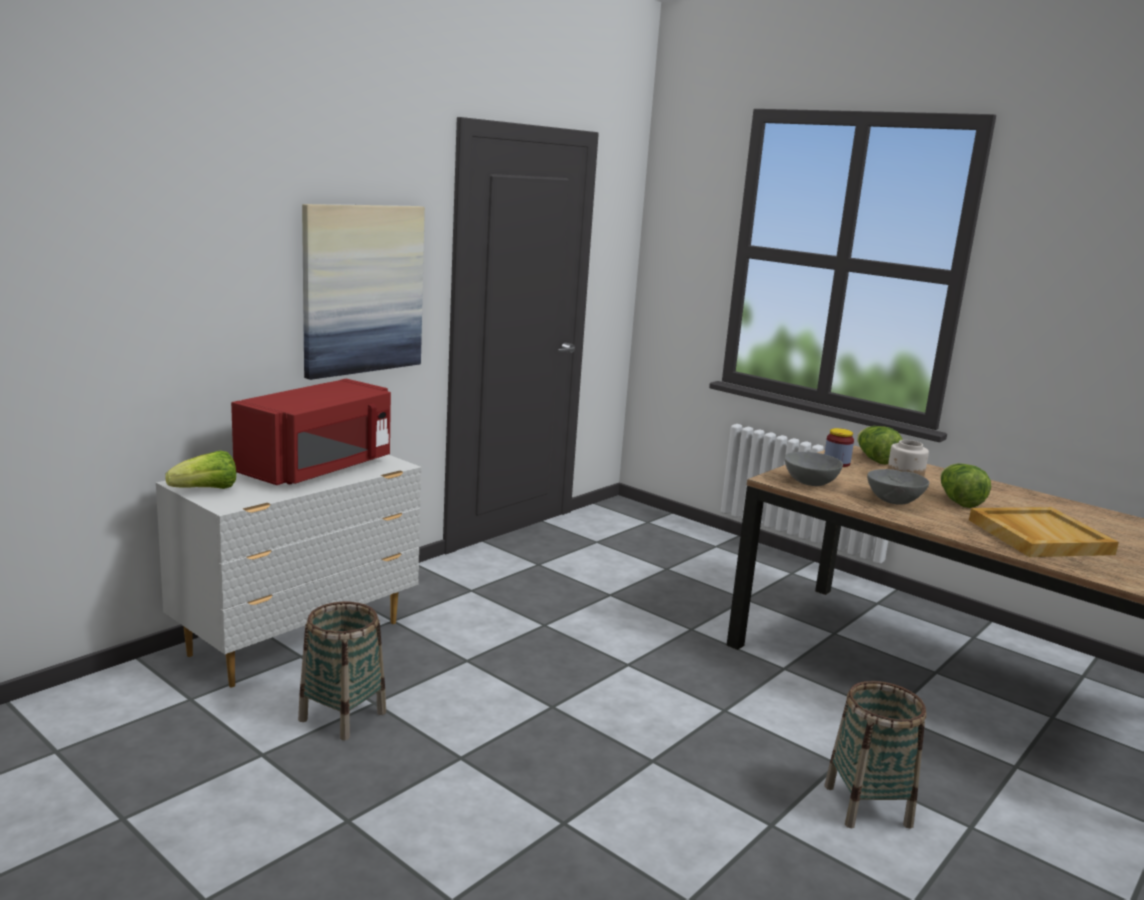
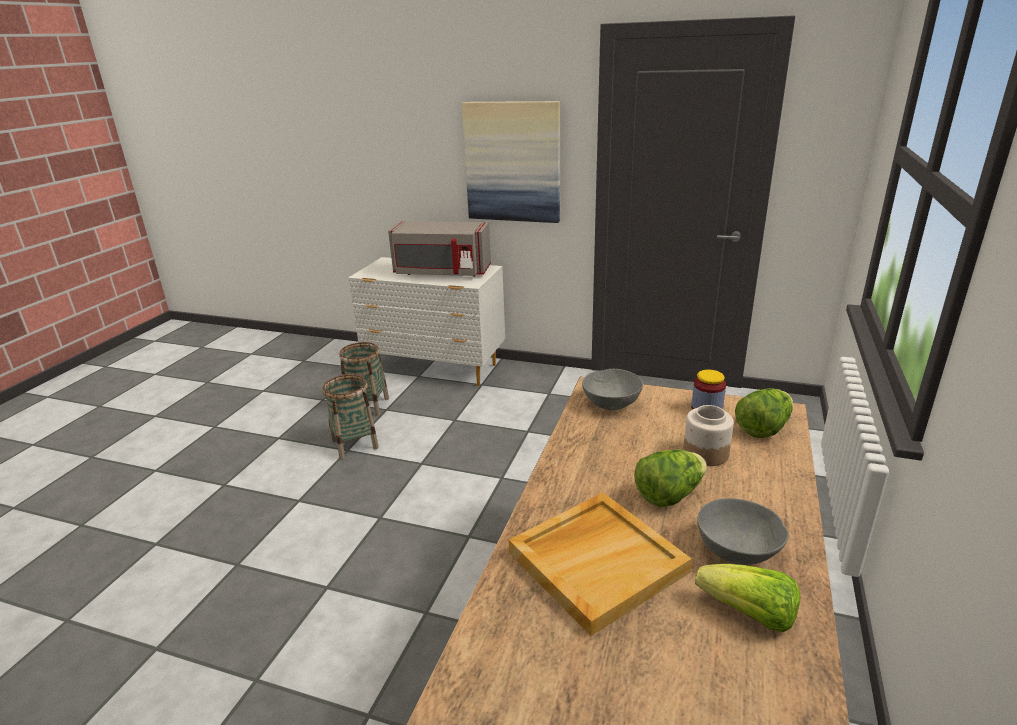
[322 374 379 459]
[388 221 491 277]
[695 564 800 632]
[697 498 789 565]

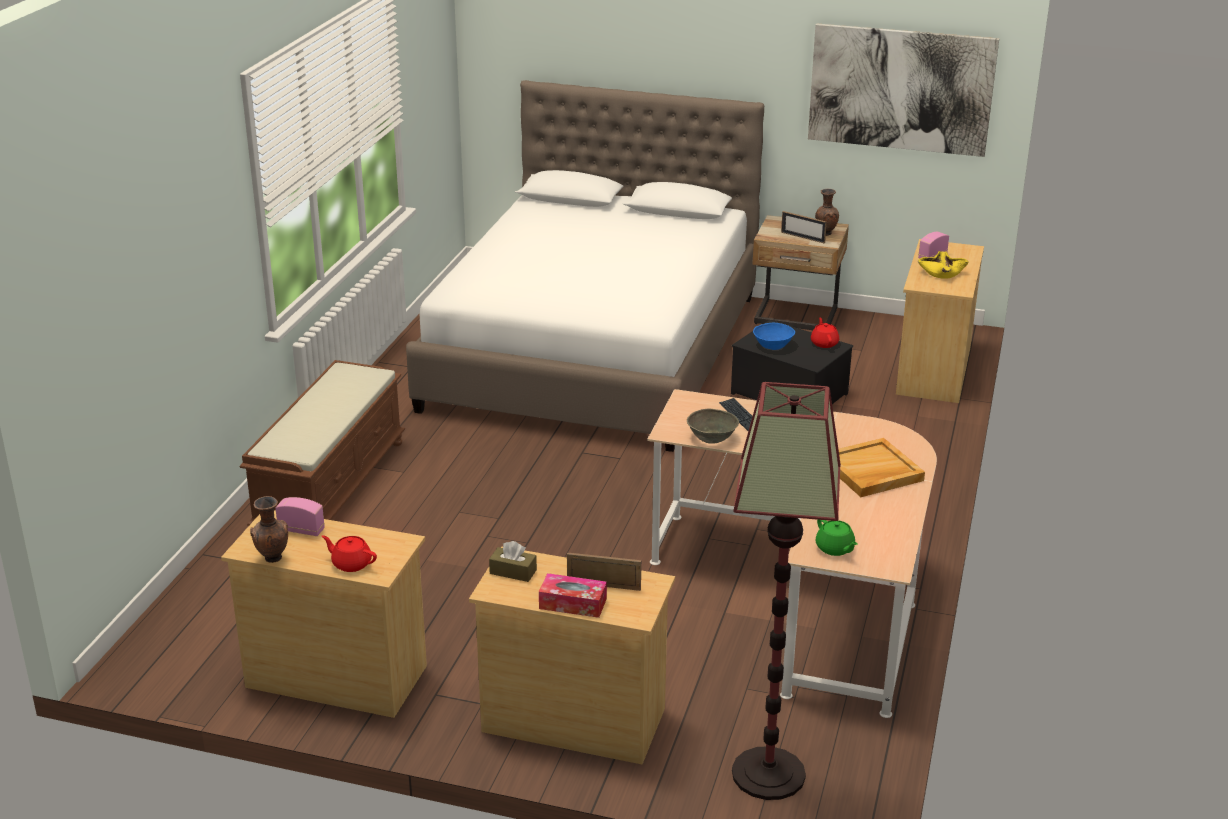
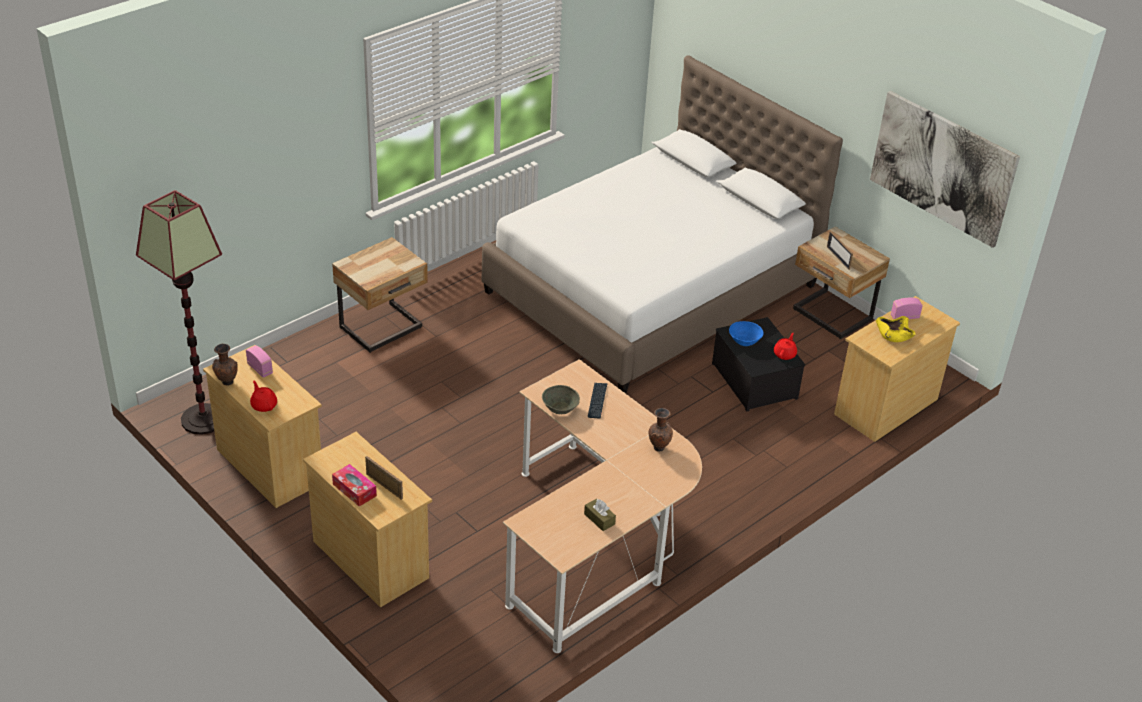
[136 190 222 435]
[332 237 428 353]
[584 499 616 531]
[649 408 673 452]
[816 520 858 556] (first image)
[838 438 925 497] (first image)

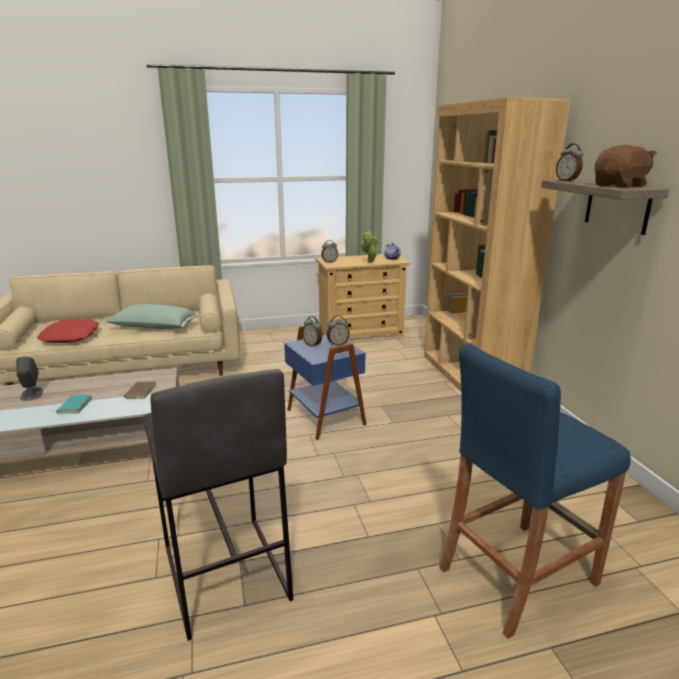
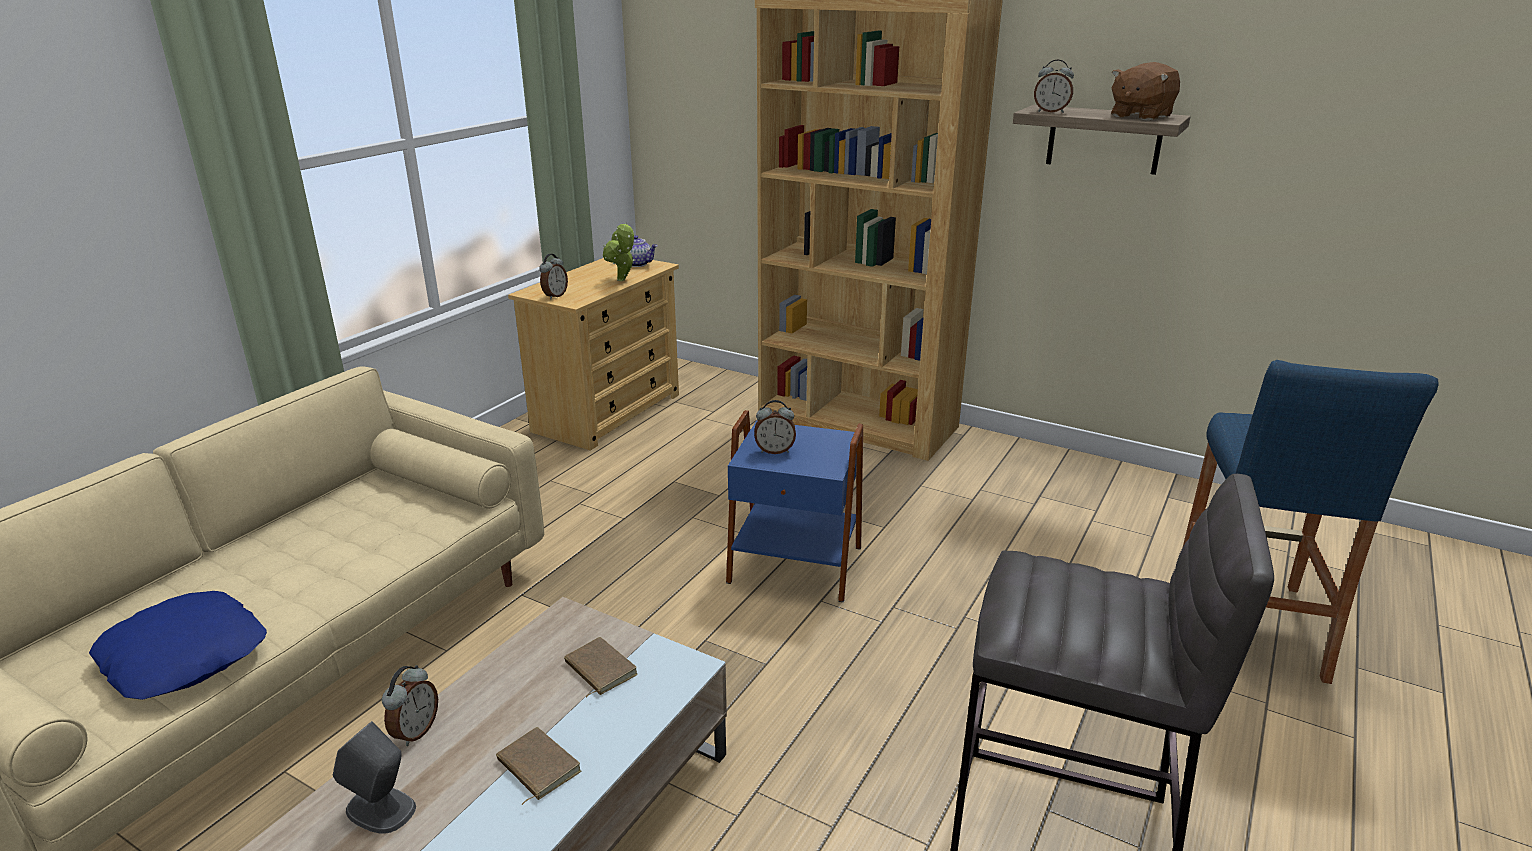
[89 591 267 700]
[382 665 438 746]
[496 727 581 805]
[1111 62 1180 121]
[106 304 198 329] (first image)

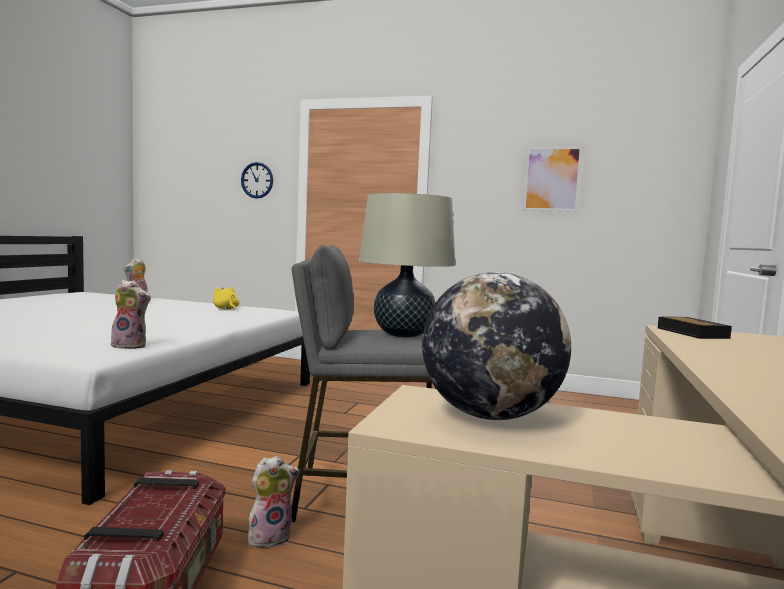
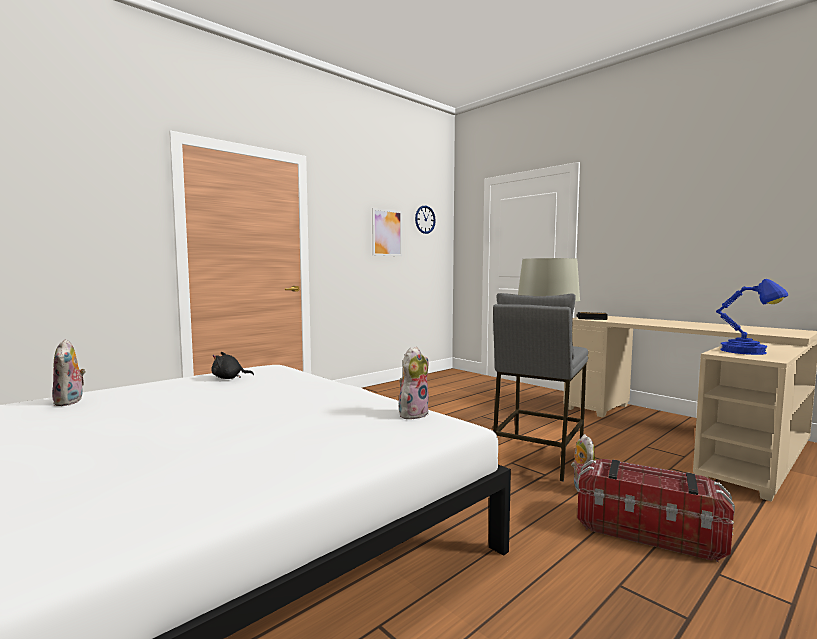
[211 352 254 379]
[415 206 436 234]
[716 279 788 355]

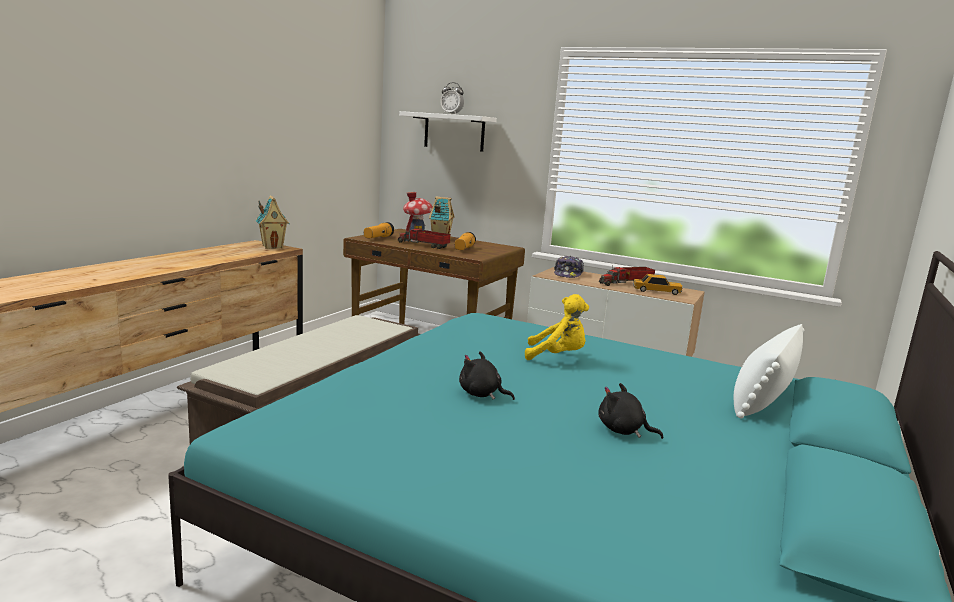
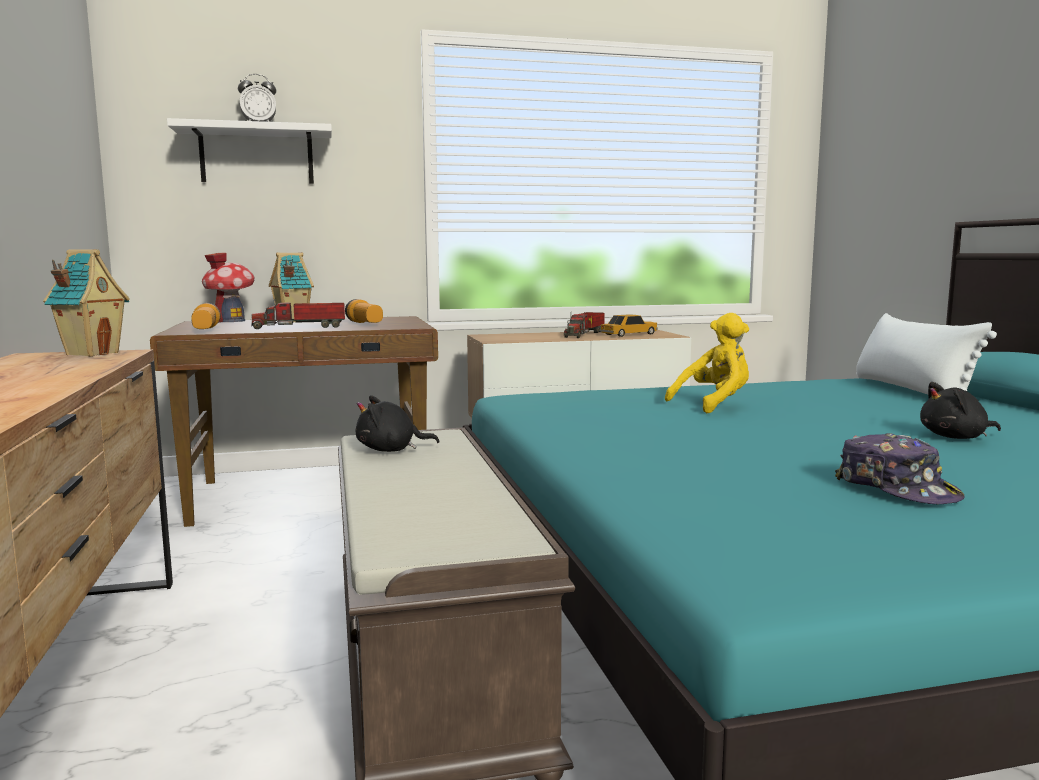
[356 396 439 452]
[835 433 965 504]

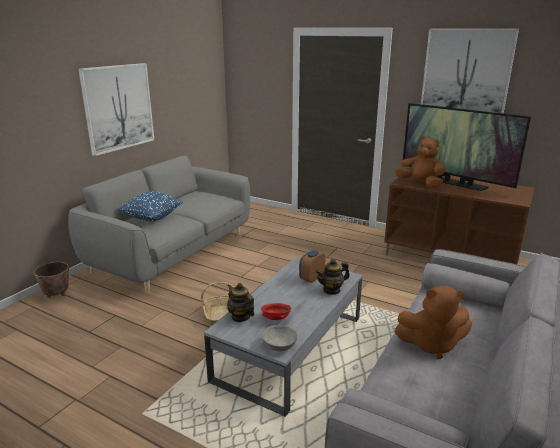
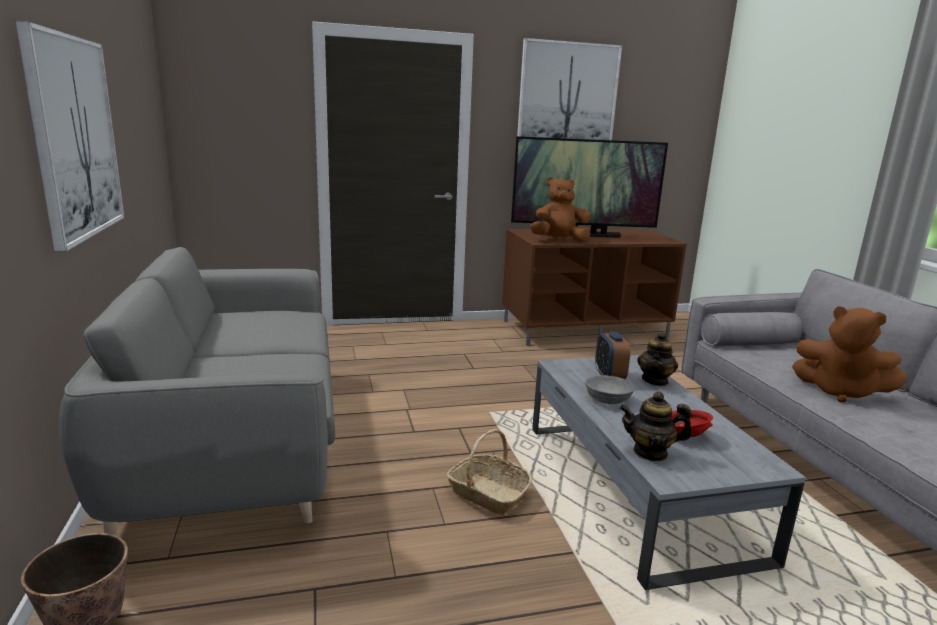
[585 375 634 404]
[792 306 907 403]
[117 191 183 221] (first image)

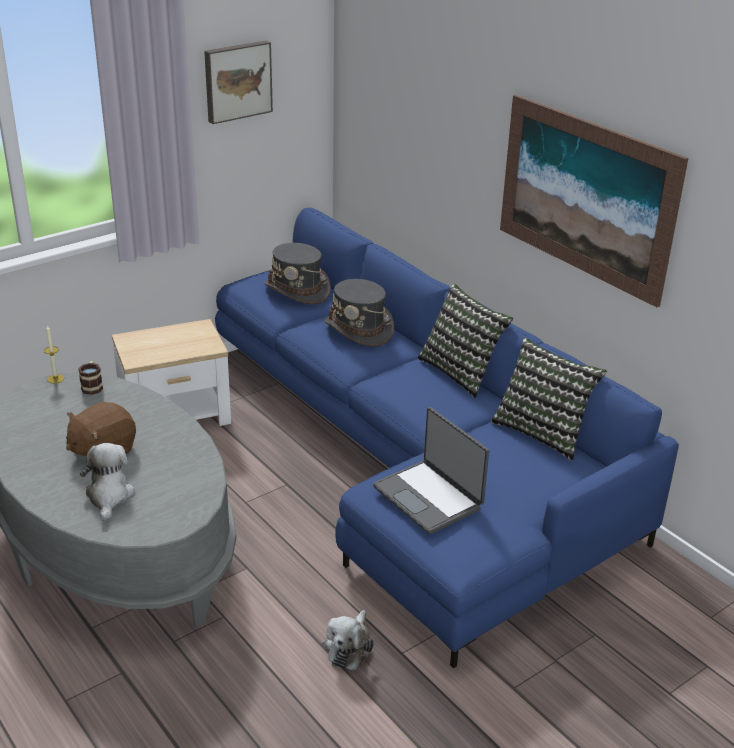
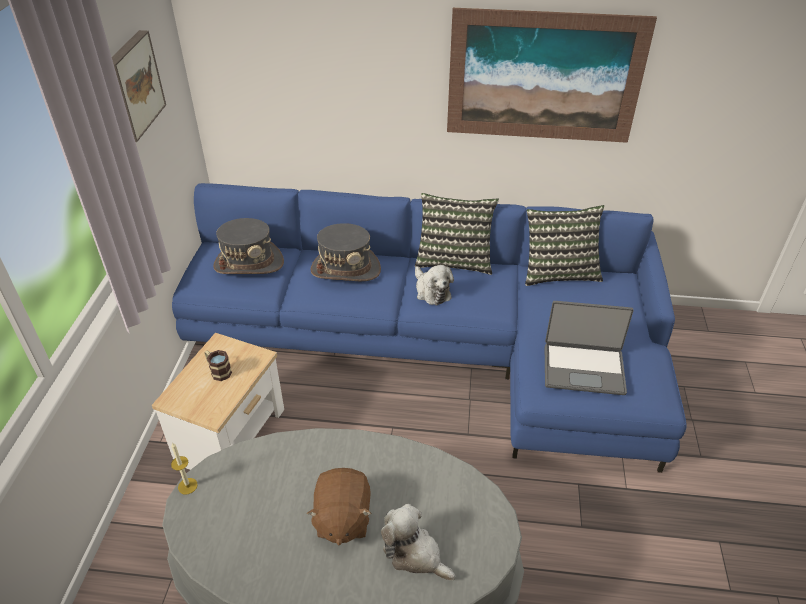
[205 350 232 381]
[415 265 454 305]

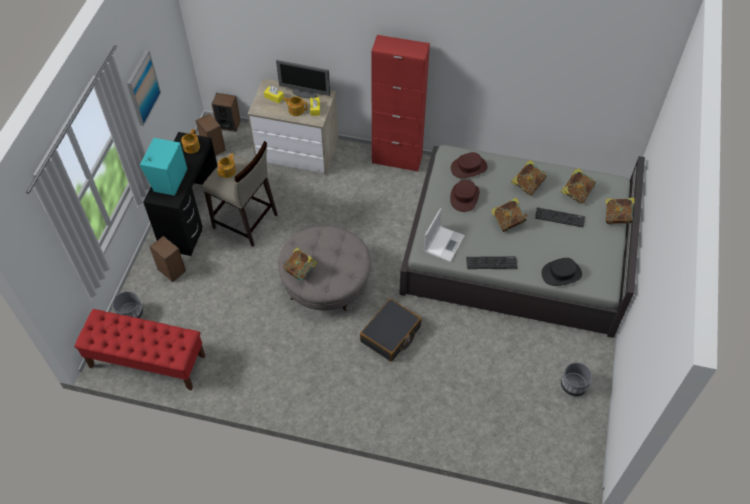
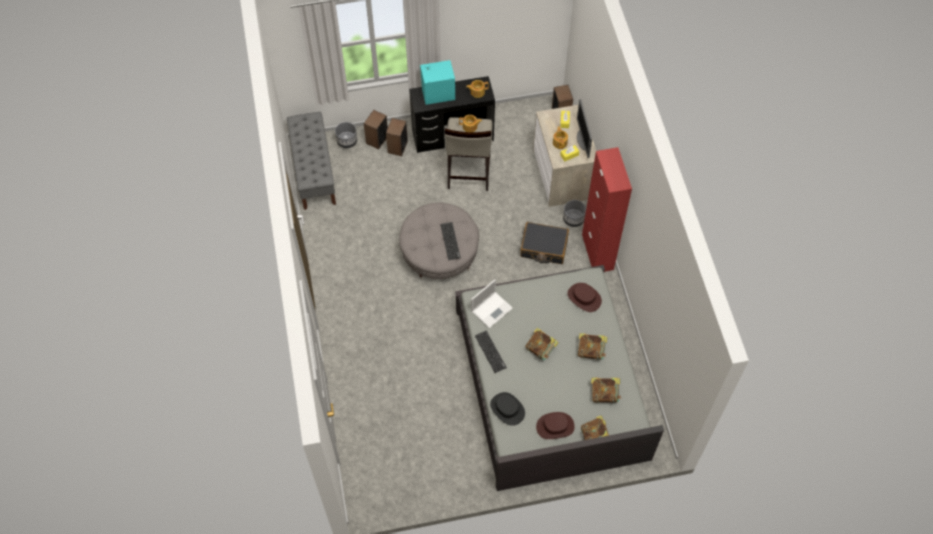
[287 112 336 210]
[364 110 388 149]
[440 222 461 260]
[471 279 513 328]
[520 222 569 264]
[536 412 575 439]
[563 200 586 227]
[127 50 161 126] (first image)
[283 247 318 281] (first image)

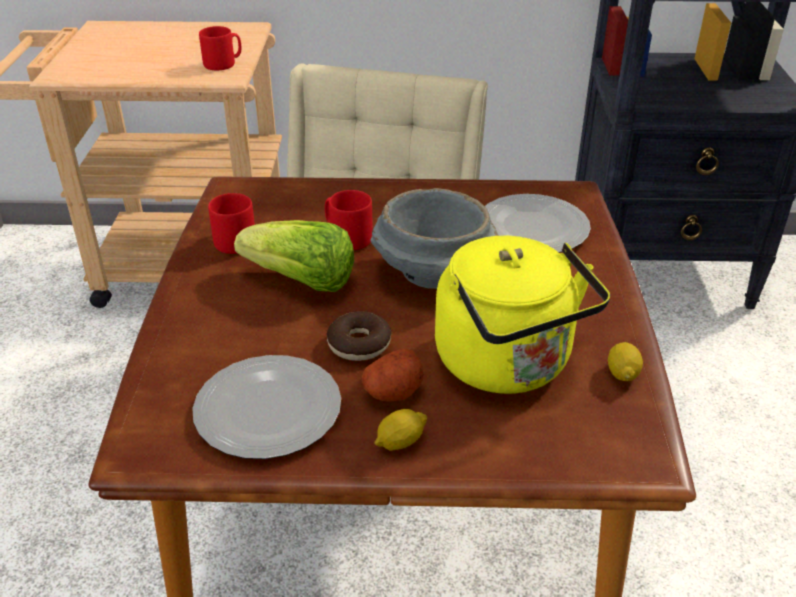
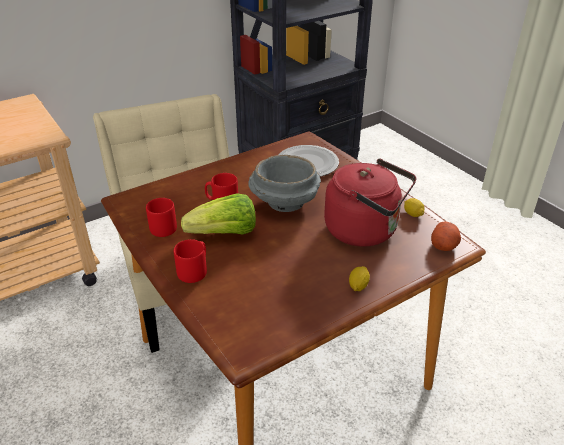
[174 239 207 283]
[324 158 416 247]
[431 221 461 251]
[192 355 341 459] (first image)
[327 311 392 361] (first image)

